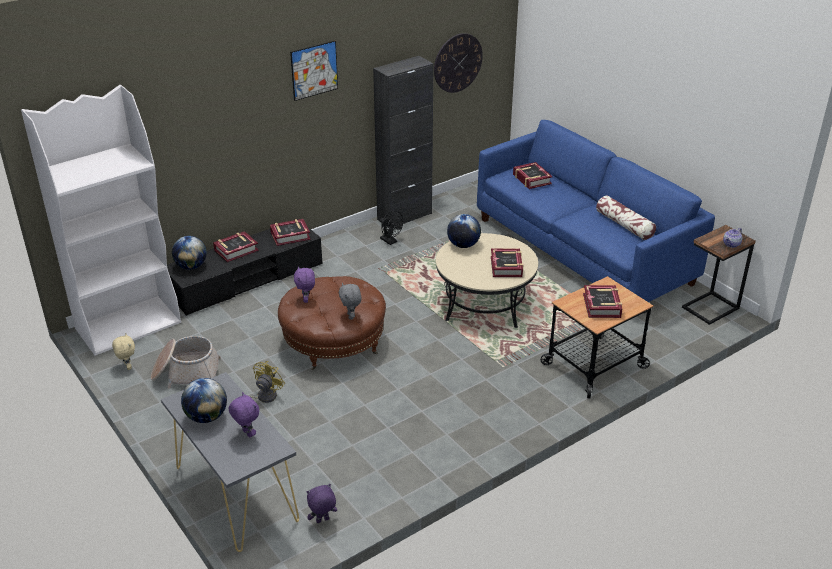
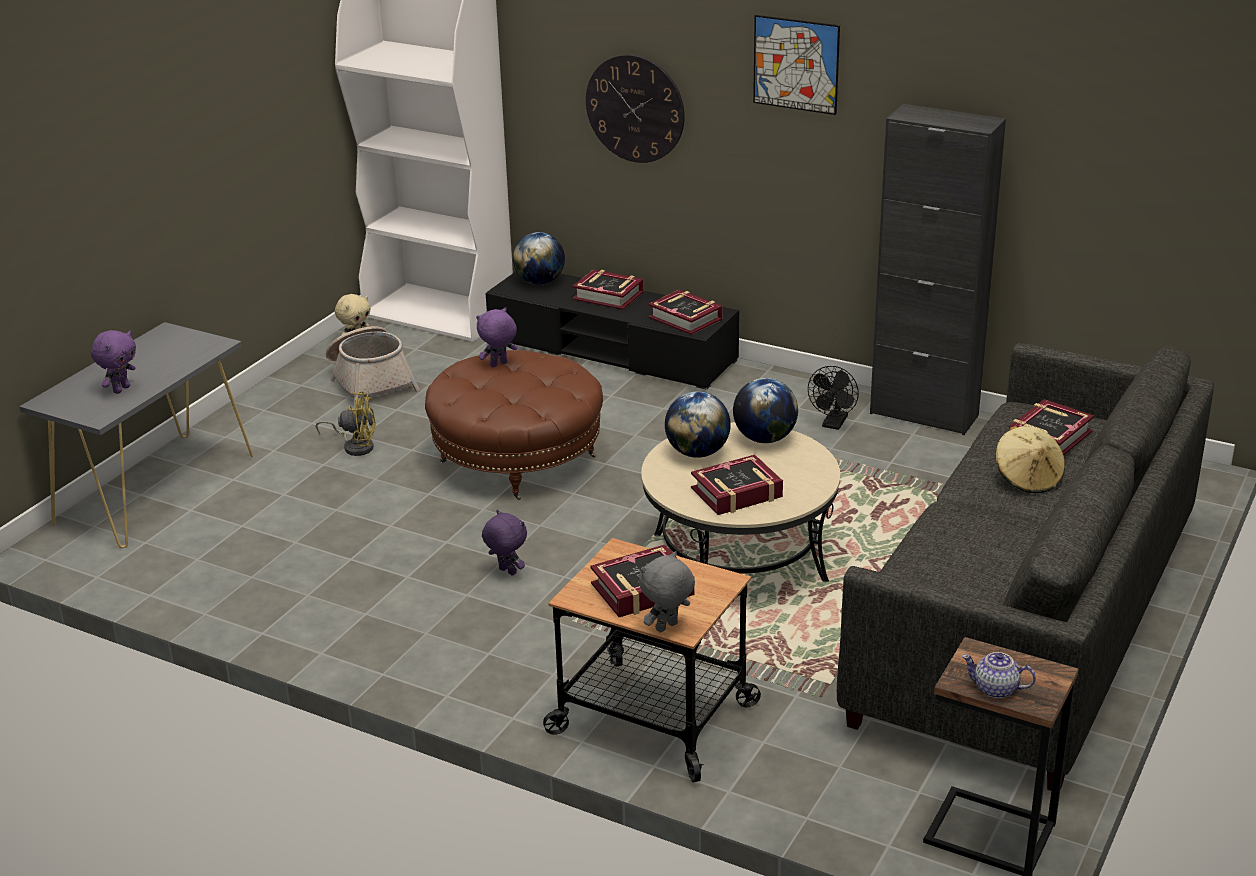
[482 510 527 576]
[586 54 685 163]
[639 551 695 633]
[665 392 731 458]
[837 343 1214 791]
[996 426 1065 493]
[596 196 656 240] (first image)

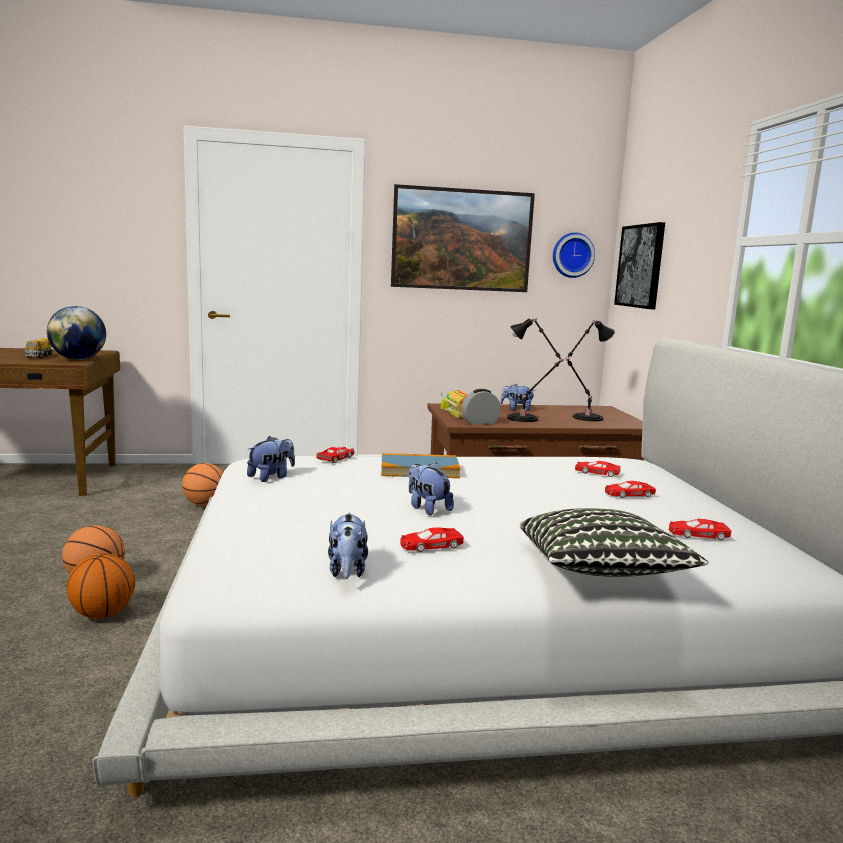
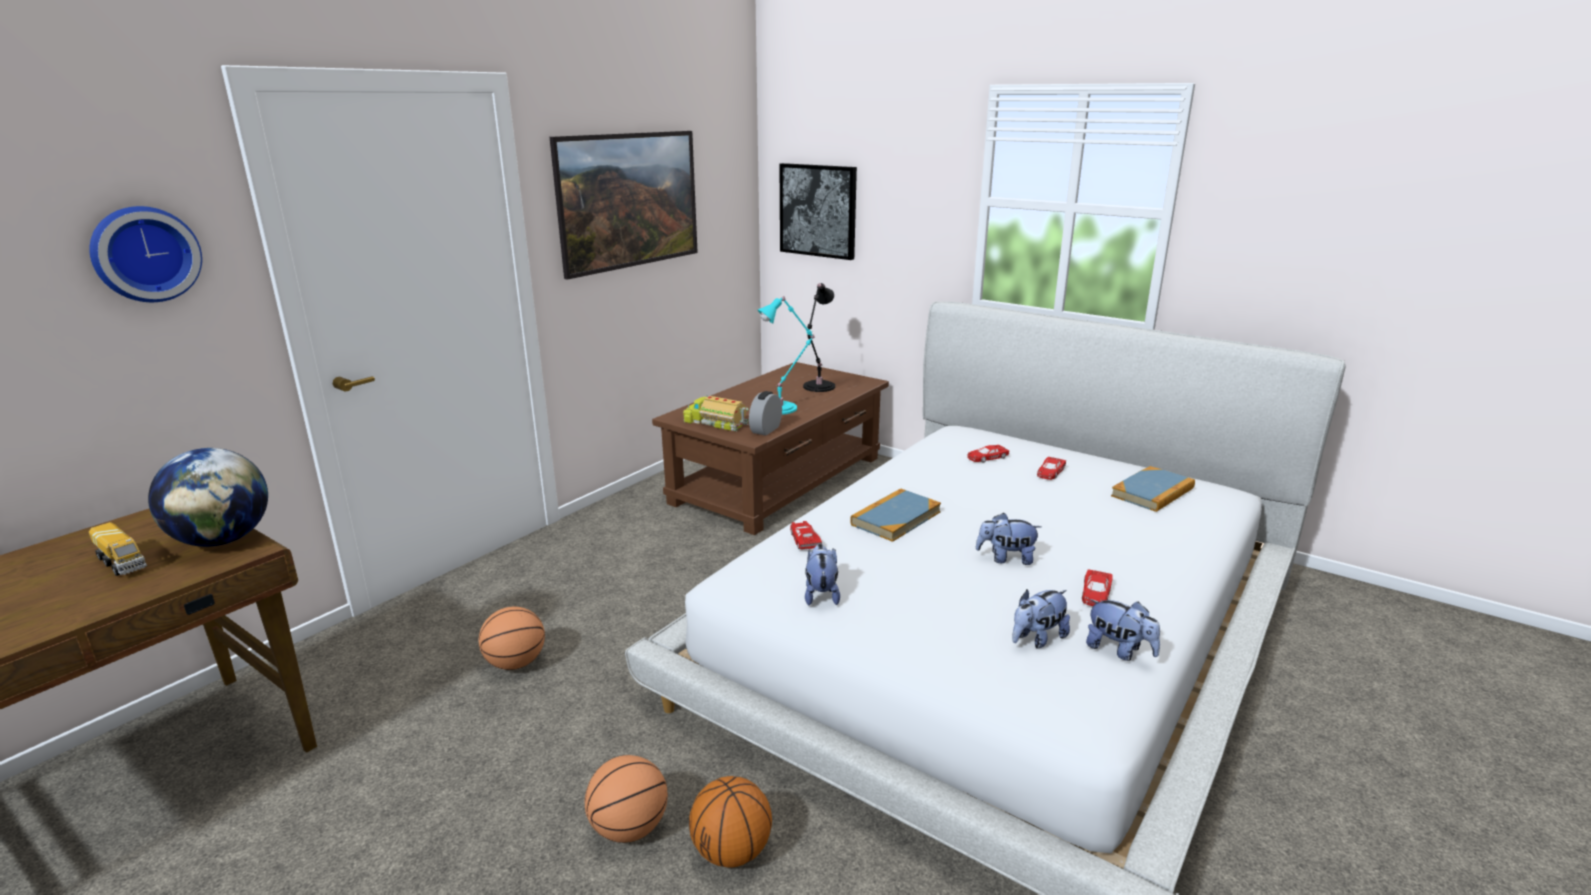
[89 206 202 302]
[758 297 815 415]
[1012 589 1070 648]
[1111 466 1195 512]
[520 508 709 577] (first image)

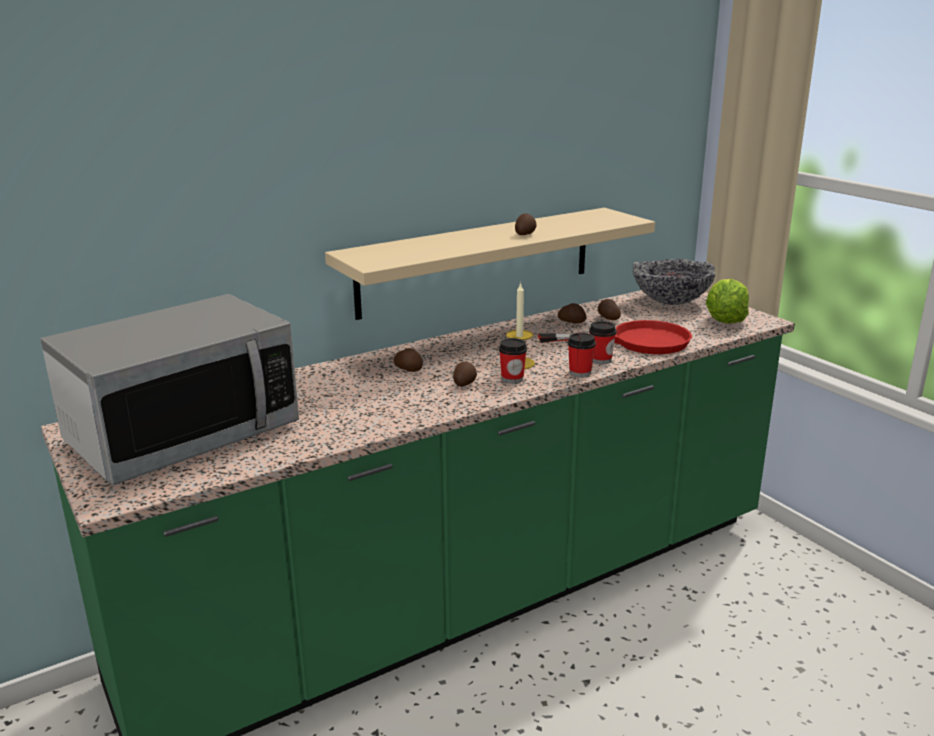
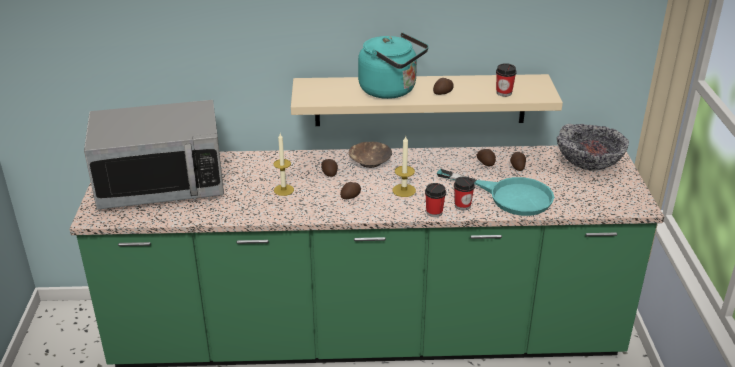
[274 134 294 196]
[349 142 392 168]
[358 32 429 99]
[437 169 554 216]
[496 63 517 97]
[706 279 749 324] (first image)

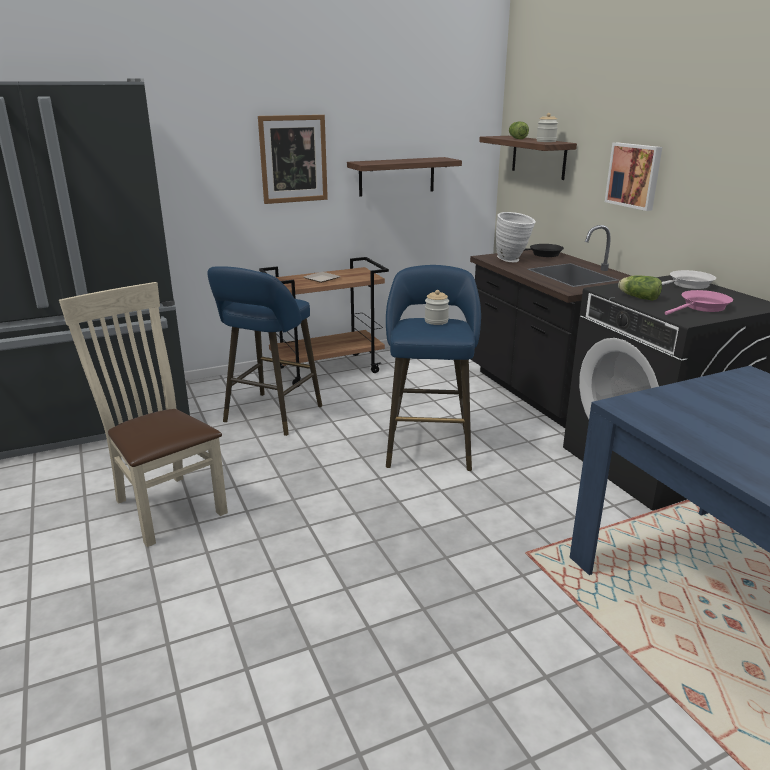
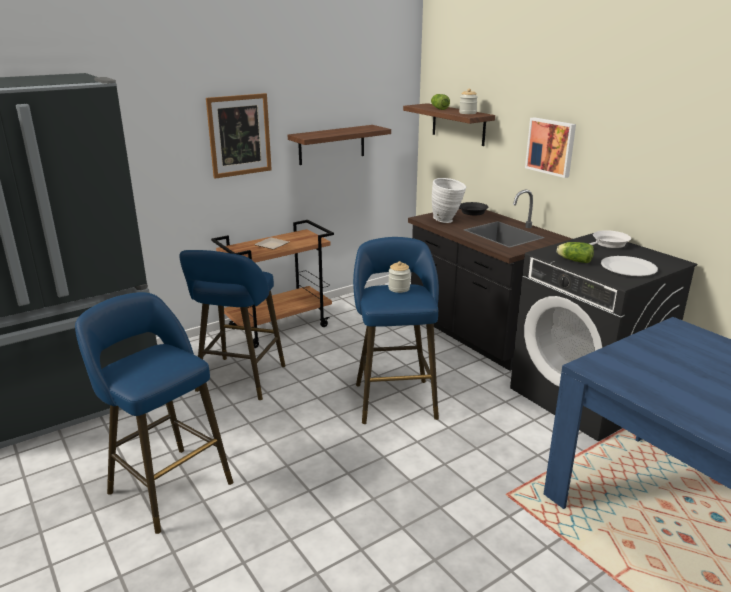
[75 292 233 534]
[601 256 658 276]

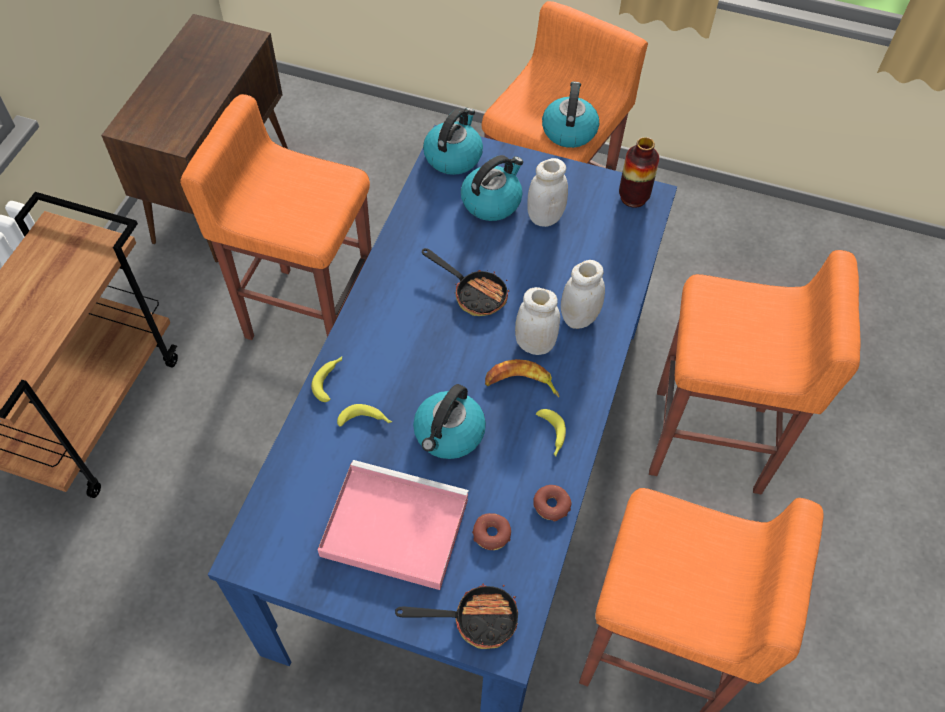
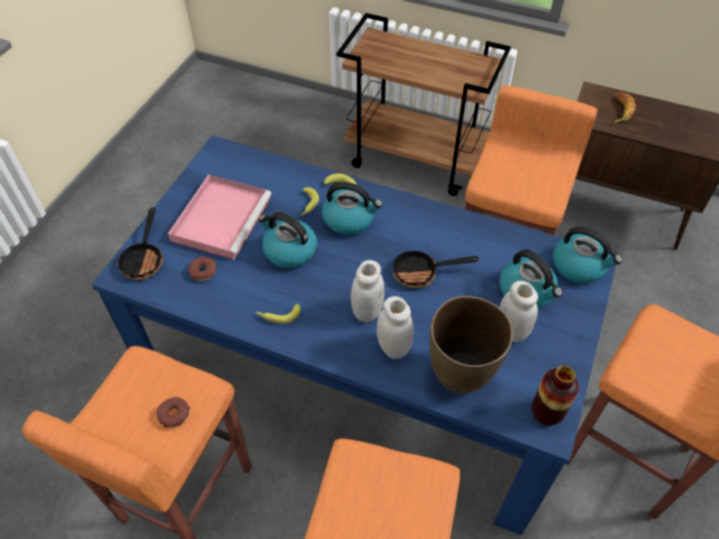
[157 397 190 428]
[322 182 383 235]
[393 248 479 288]
[430 296 513 394]
[614 92 636 123]

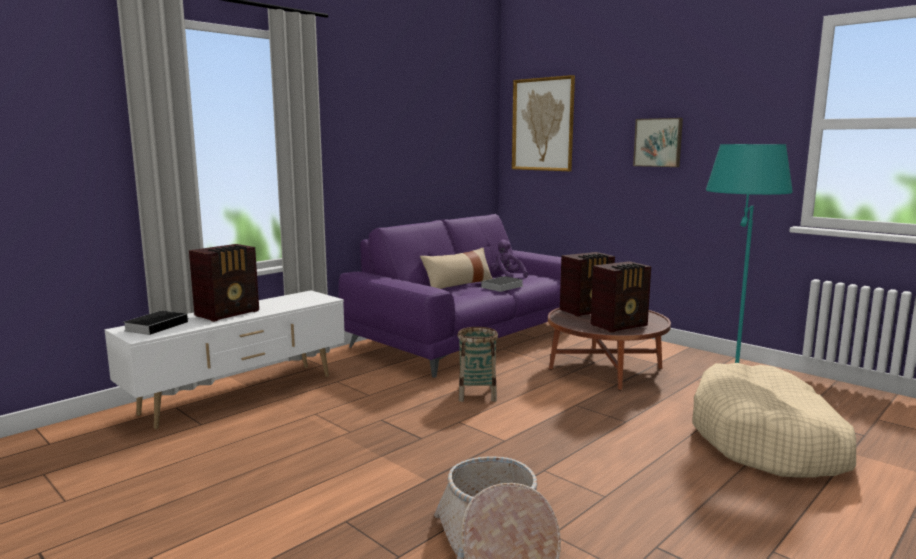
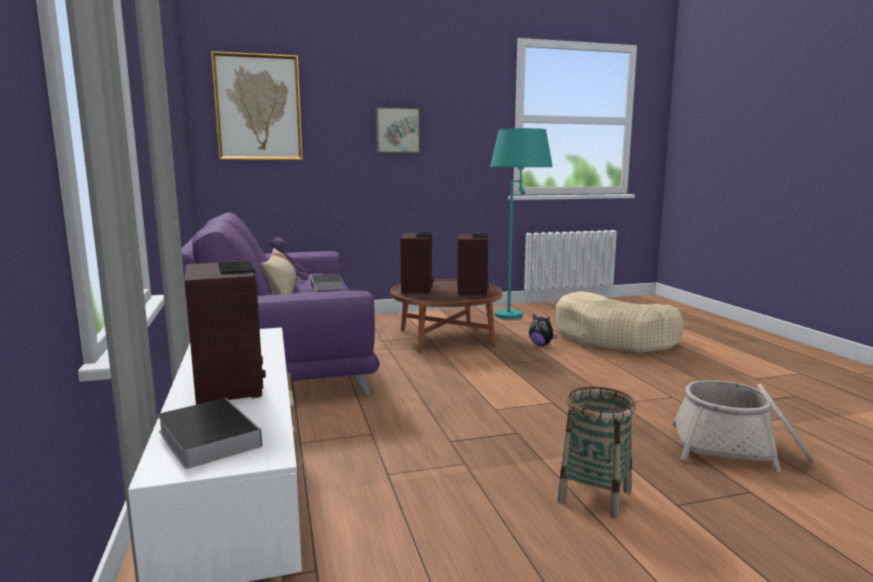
[529 314 557 346]
[557 386 636 519]

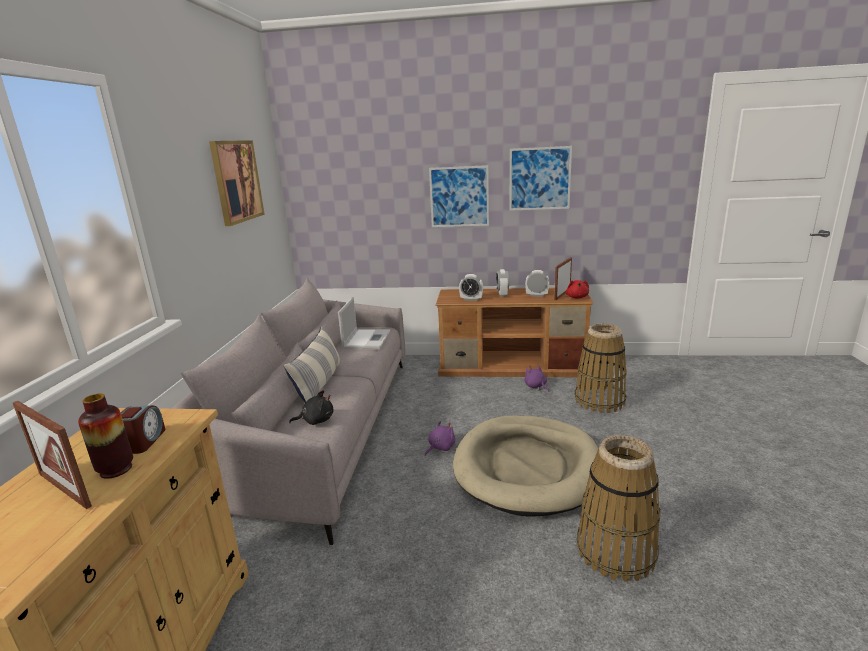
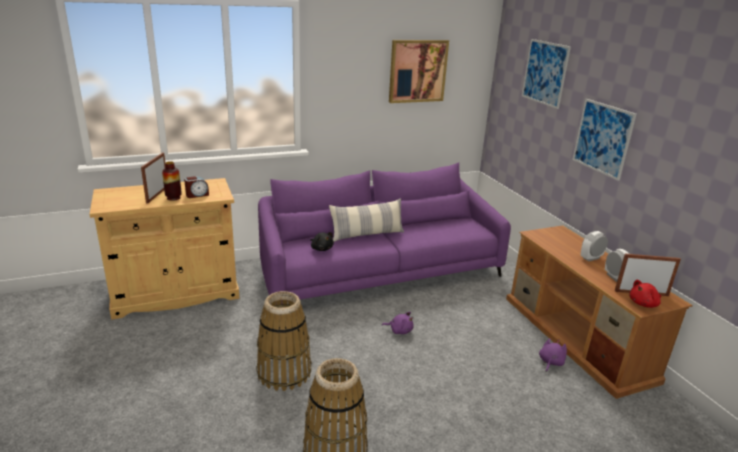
[256 291 312 391]
[258 162 511 304]
[522 39 571 109]
[338 297 390 349] (first image)
[453 416 599 517] (first image)
[459 274 483 301] (first image)

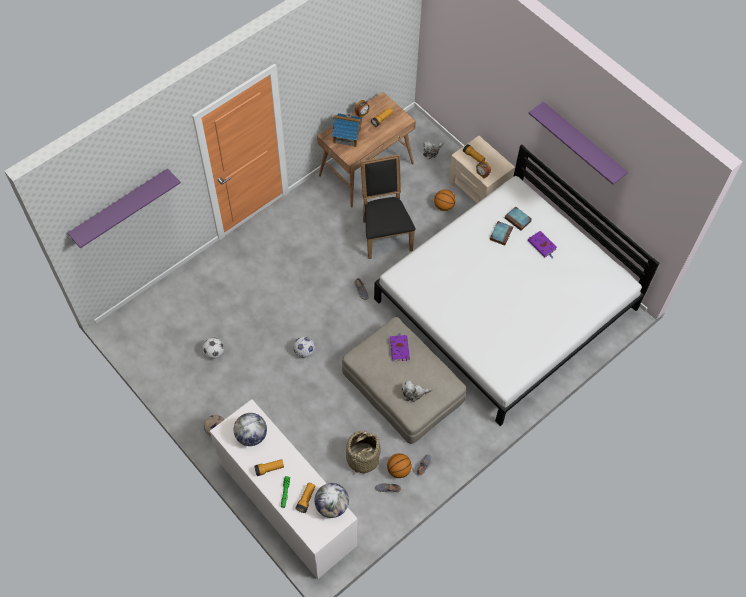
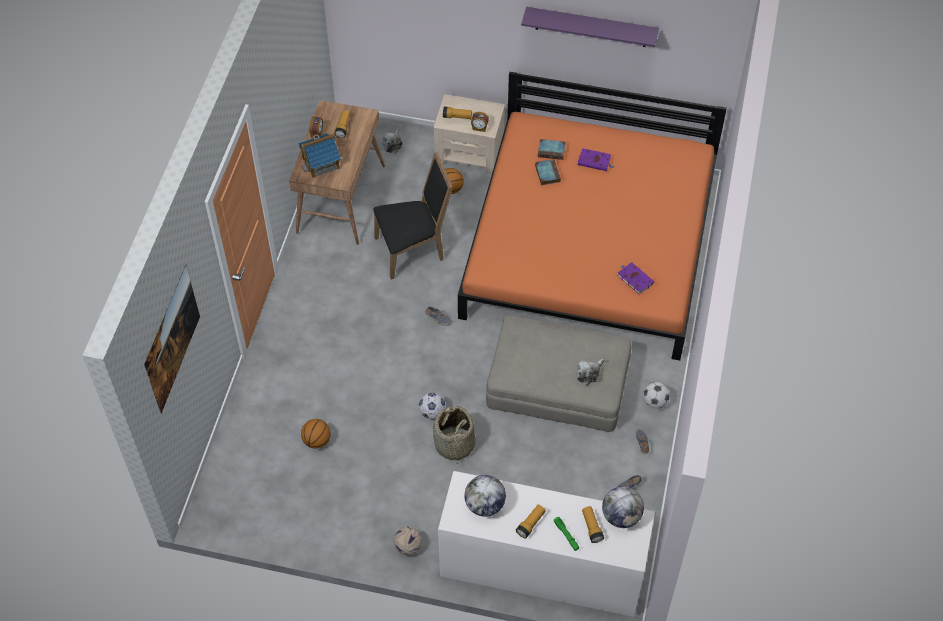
[144 266 200 414]
[301 419 331 449]
[374 152 453 280]
[433 406 475 463]
[458 72 727 361]
[617 262 654 295]
[643 382 670 409]

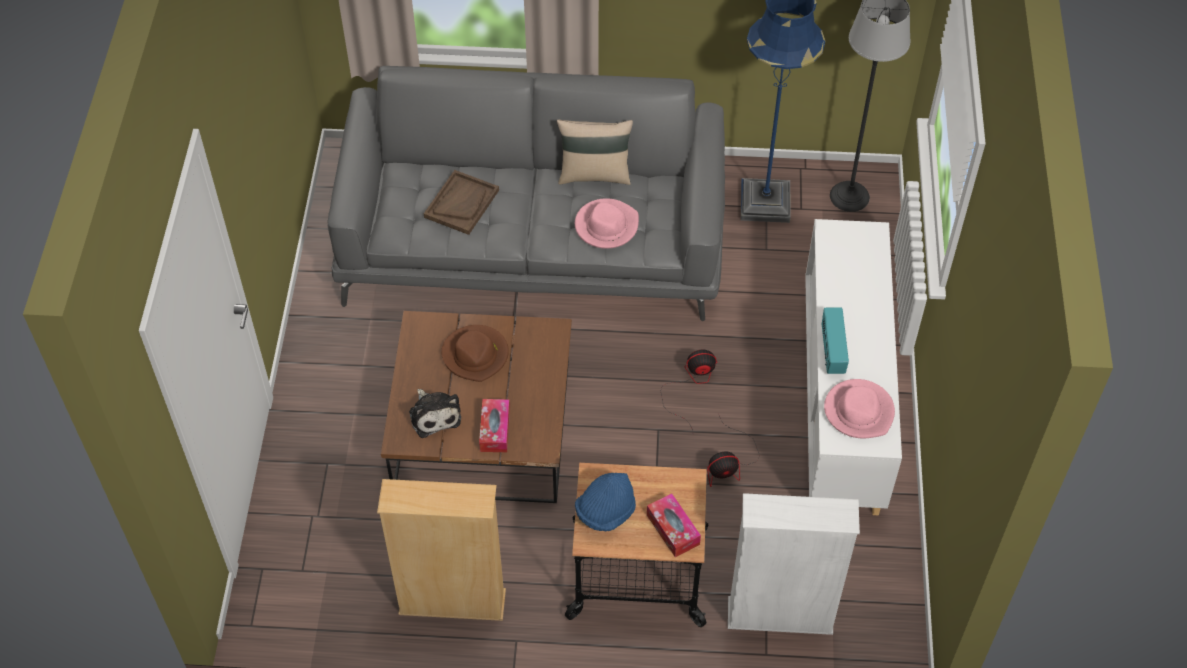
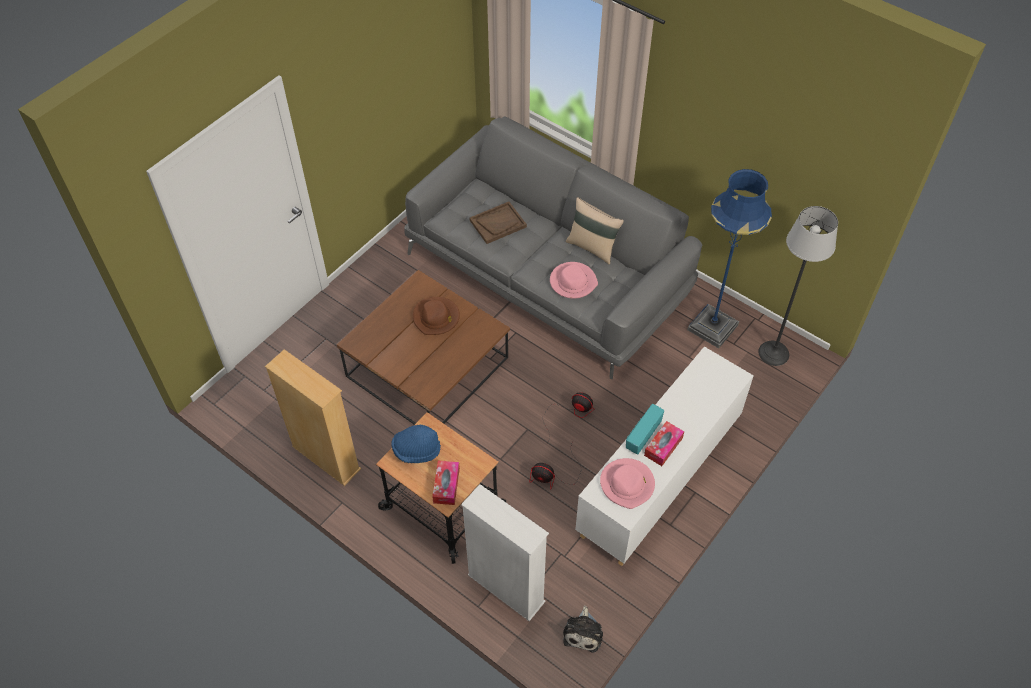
[563 605 603 653]
[644 421 684 466]

